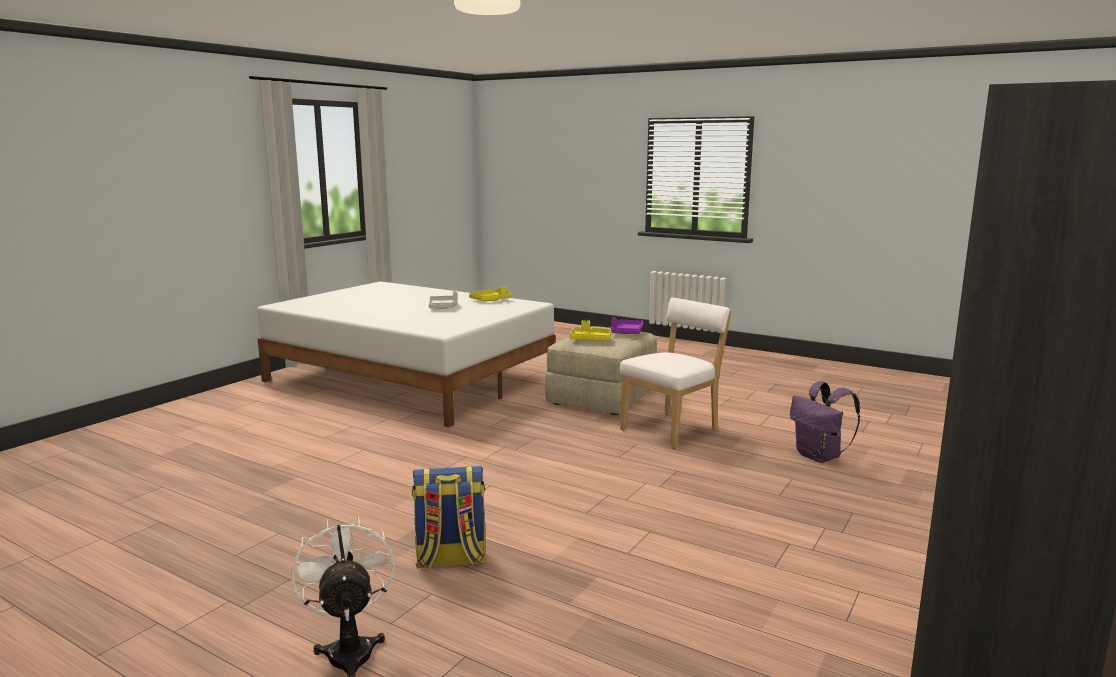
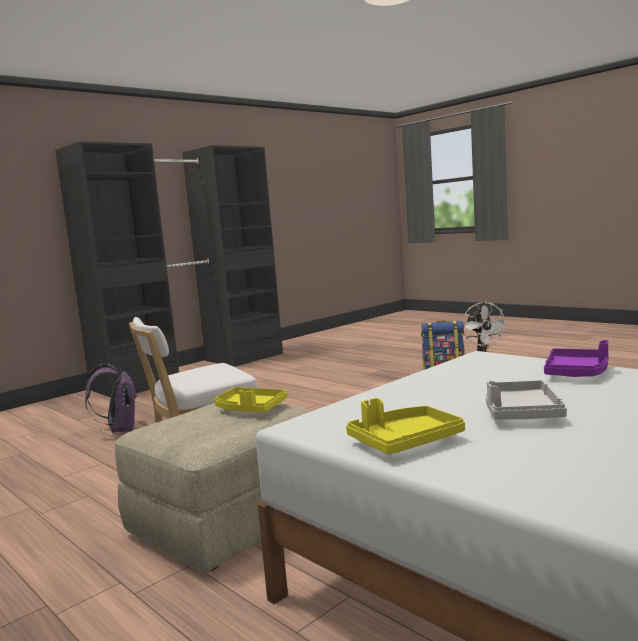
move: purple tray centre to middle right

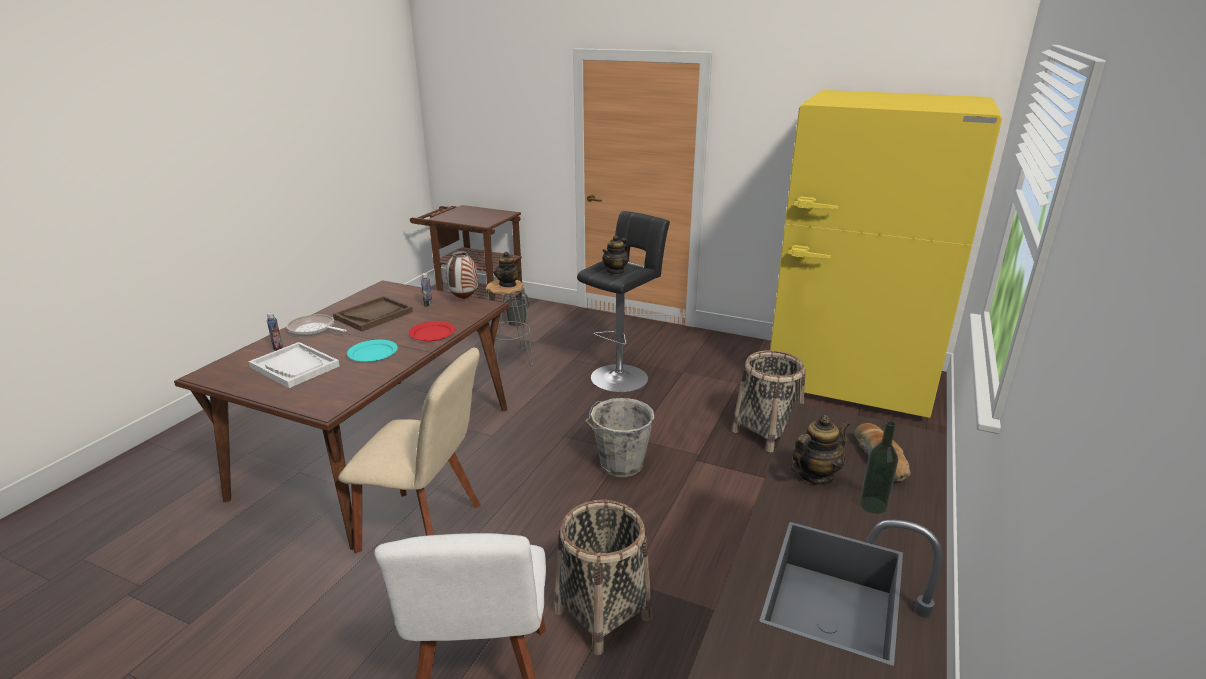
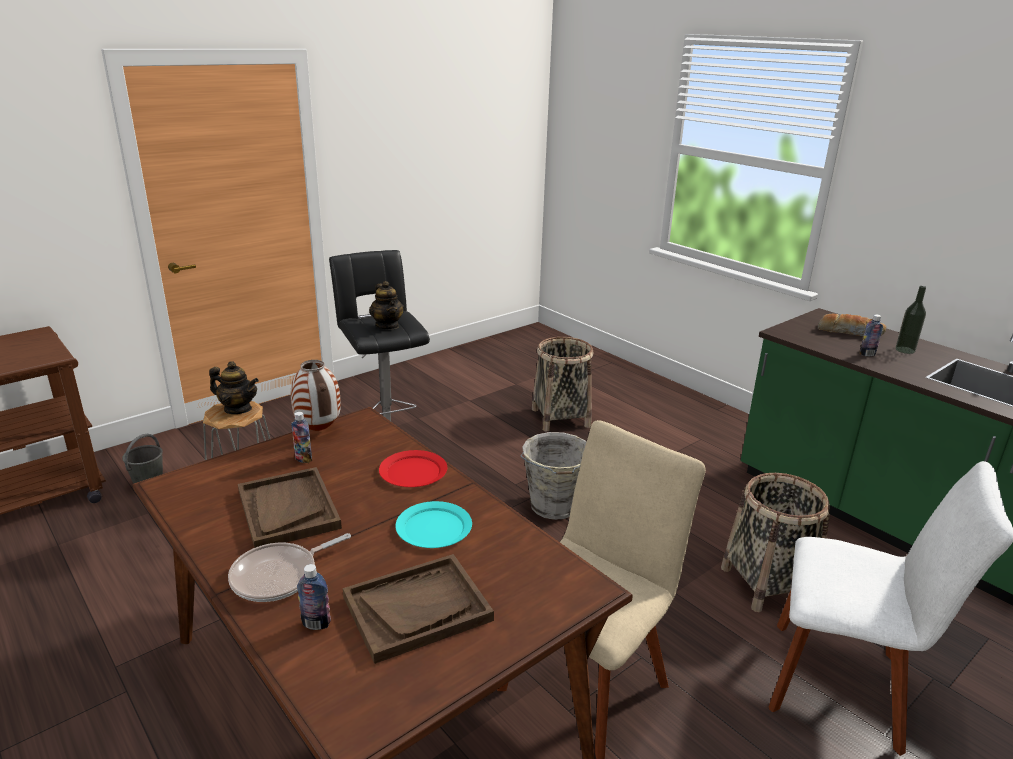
delete: yellow fridge middle right
replace: teapot (3rd from left) middle right to bottle (3rd from left) middle right
recolor: white tray middle left to brown tray (2nd from left) bottom centre

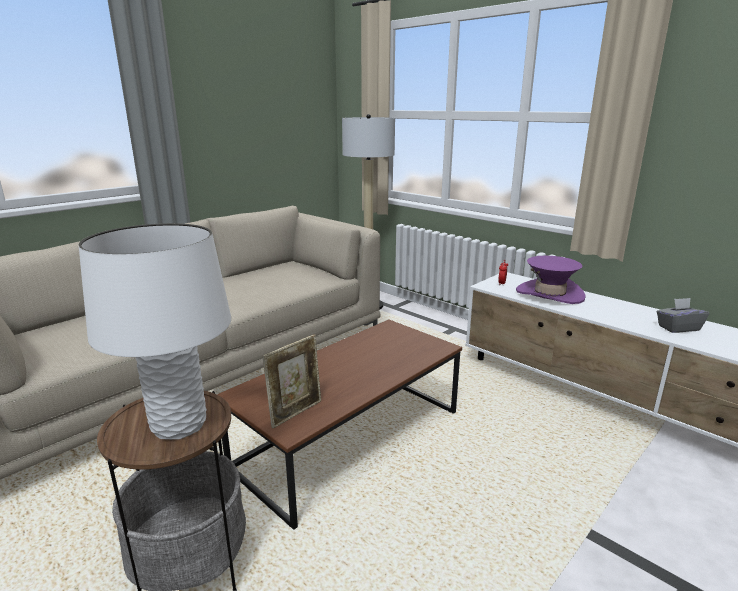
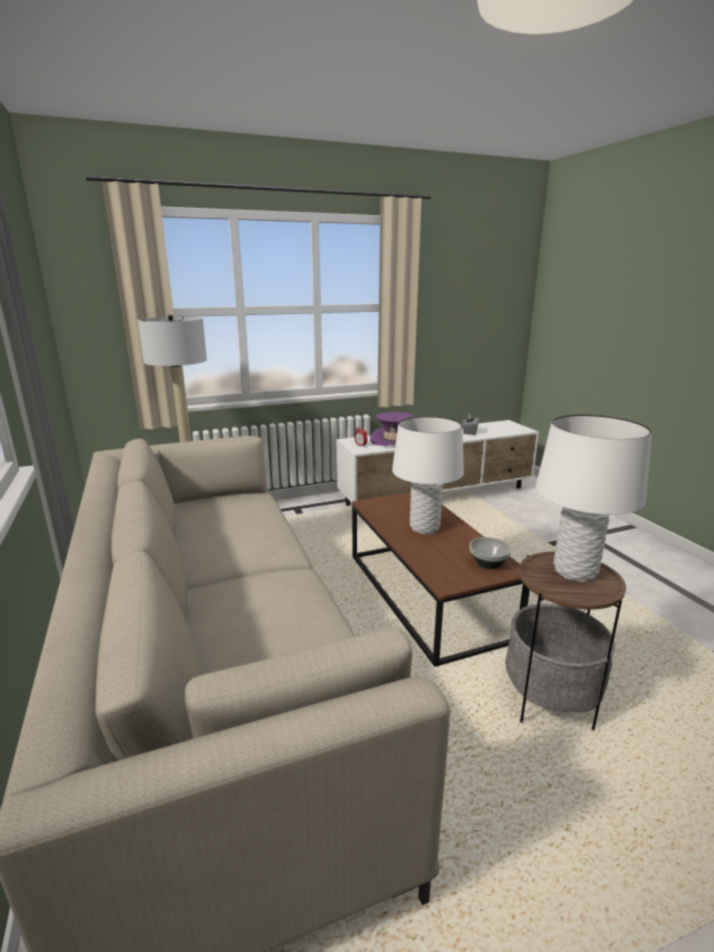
insert: white table lamp (1st from left) centre
replace: picture frame centre to bowl middle right

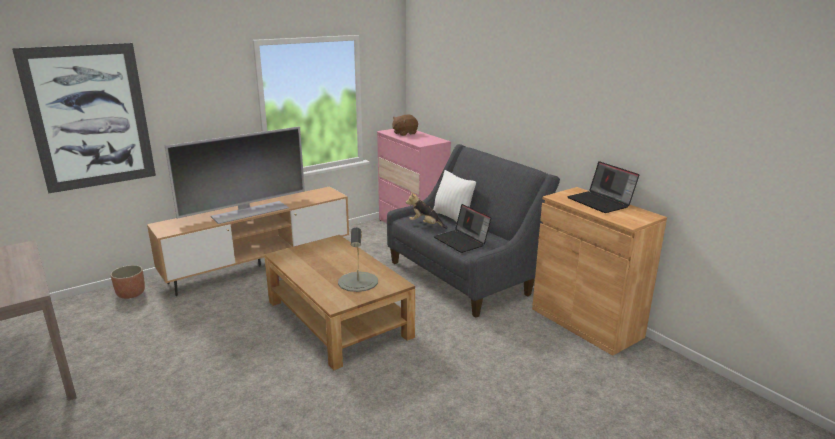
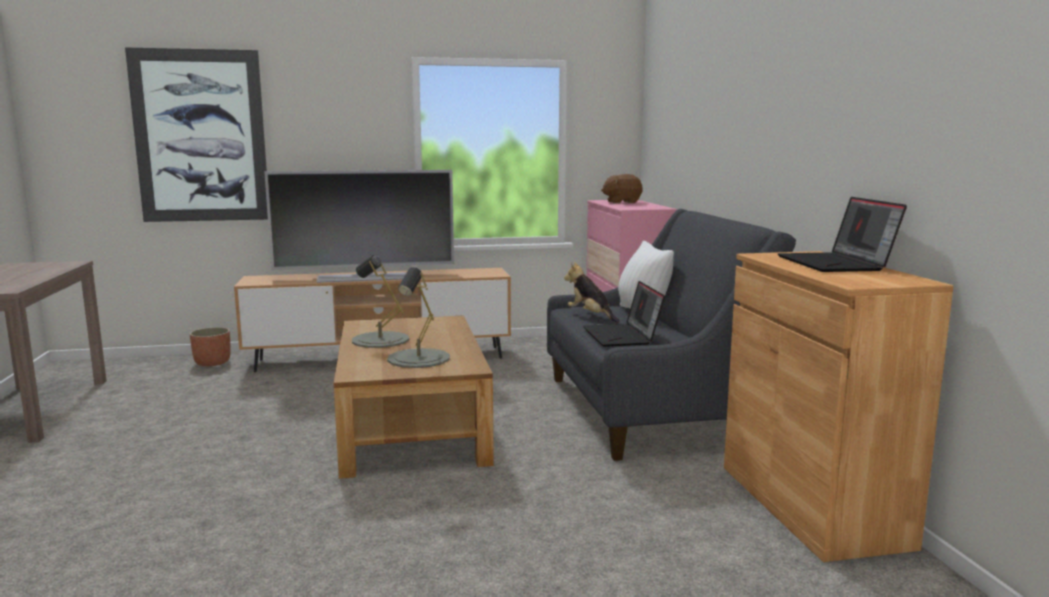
insert: grey table lamp (1st from left) centre

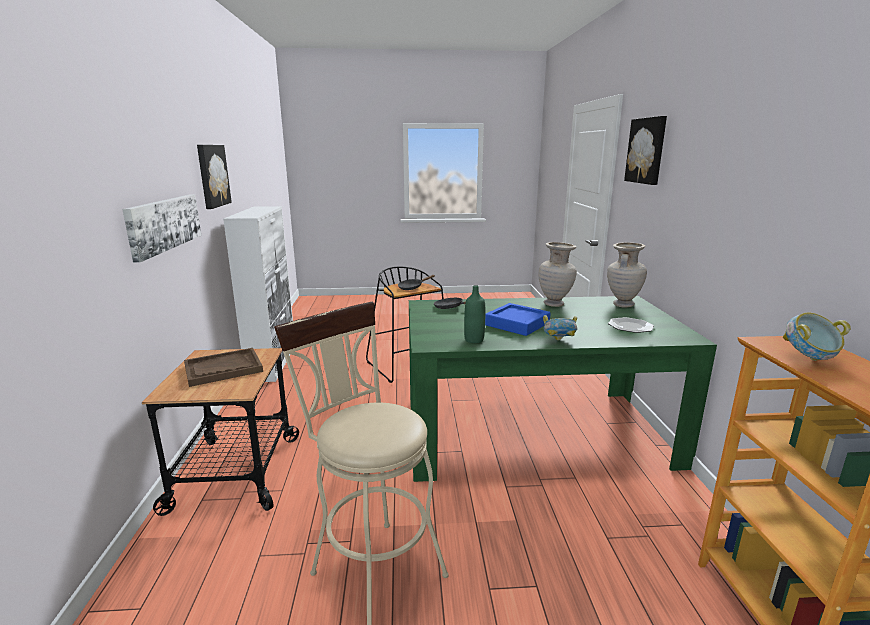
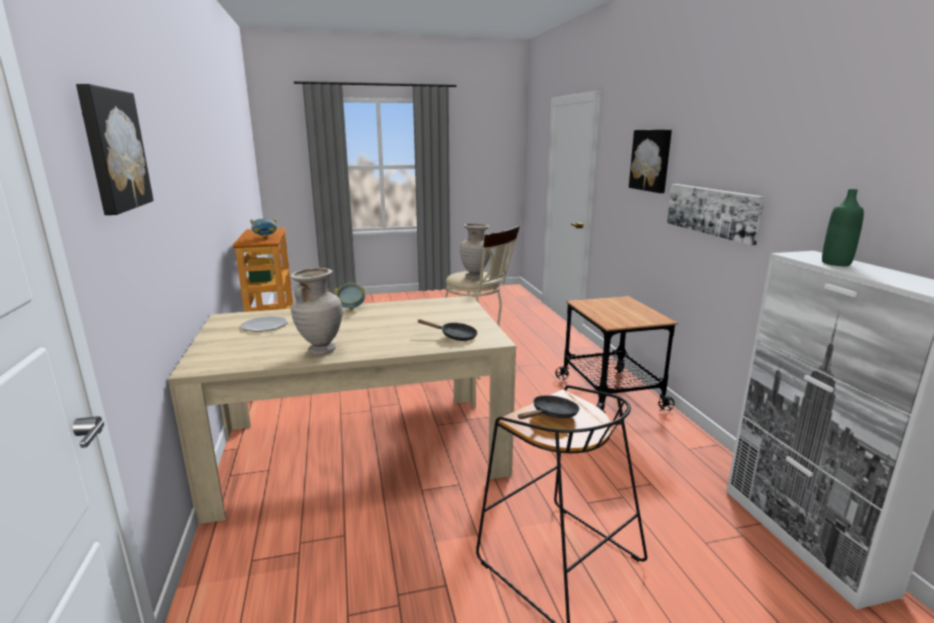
delete: brown tray middle left; blue tray centre
move: picture (2nd from left) top left to top right; green bottle centre to middle right; beige vase (2nd from left) middle right to centre
recolor: green dining table centre to beige dining table centre

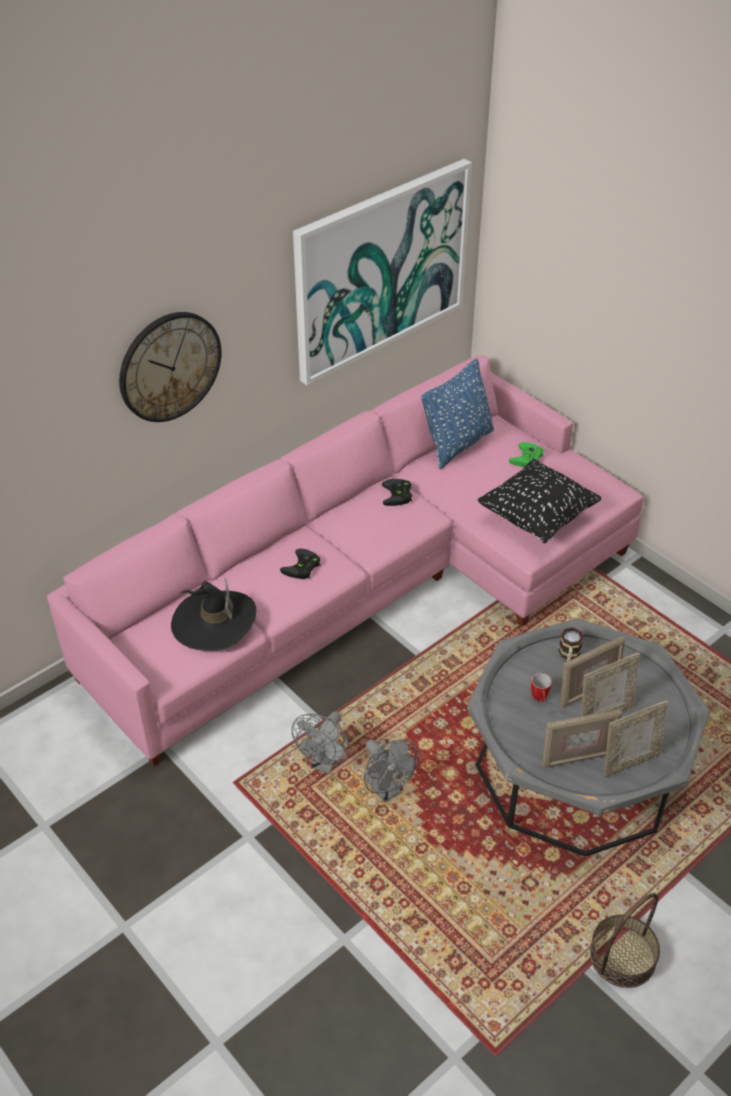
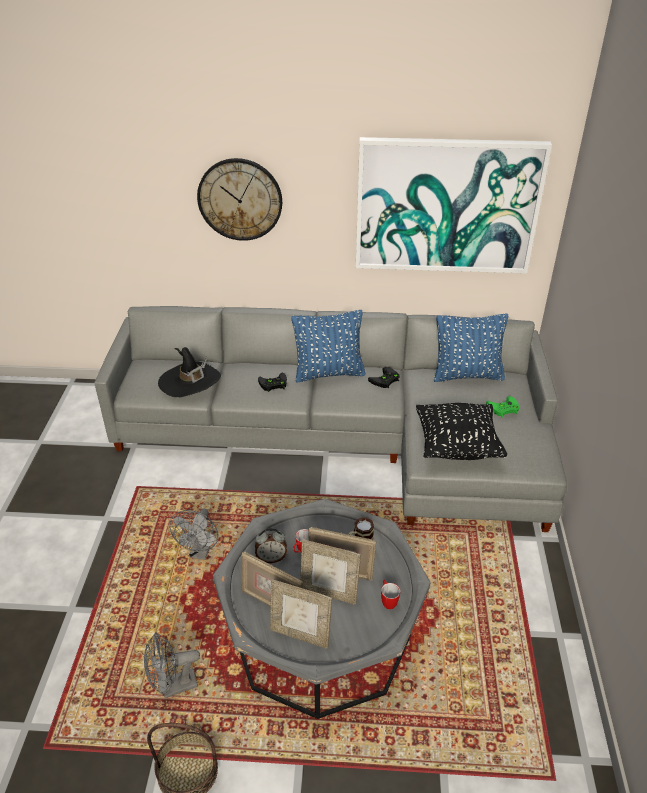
insert: alarm clock bottom centre; blue pillow (1st from left) centre; mug (3rd from left) bottom centre
move: grey fan (1st from left) bottom centre to bottom left
recolor: pink sofa centre to grey sofa centre

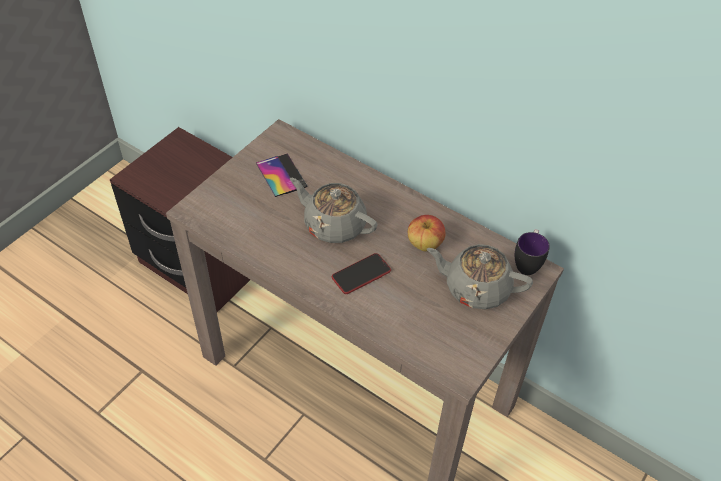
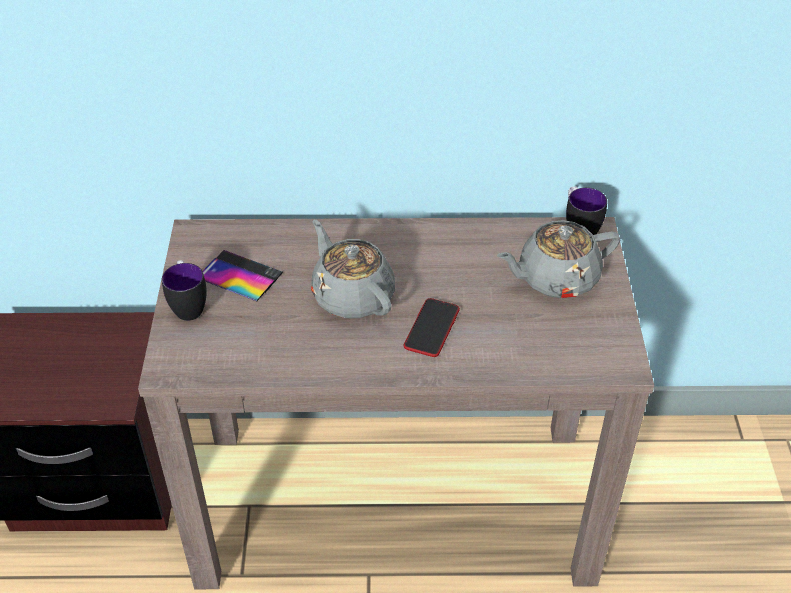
delete: apple centre
insert: mug (1st from left) middle left
rotate: grey teapot (1st from left) centre = centre 60 degrees clockwise

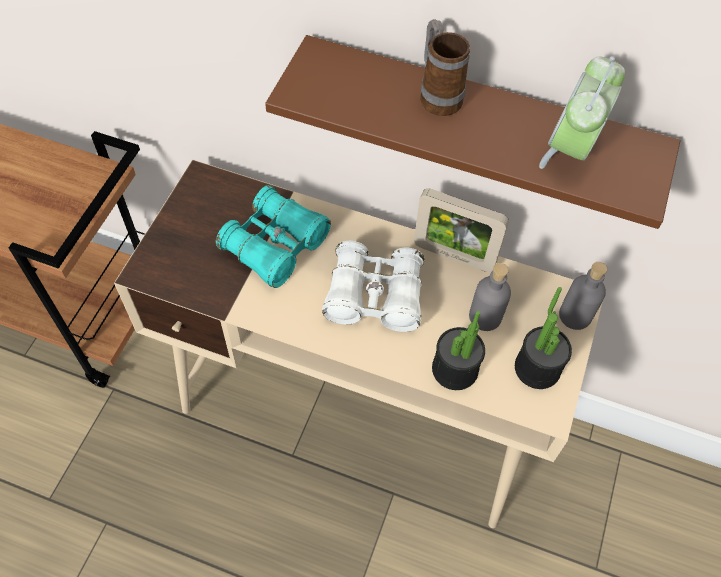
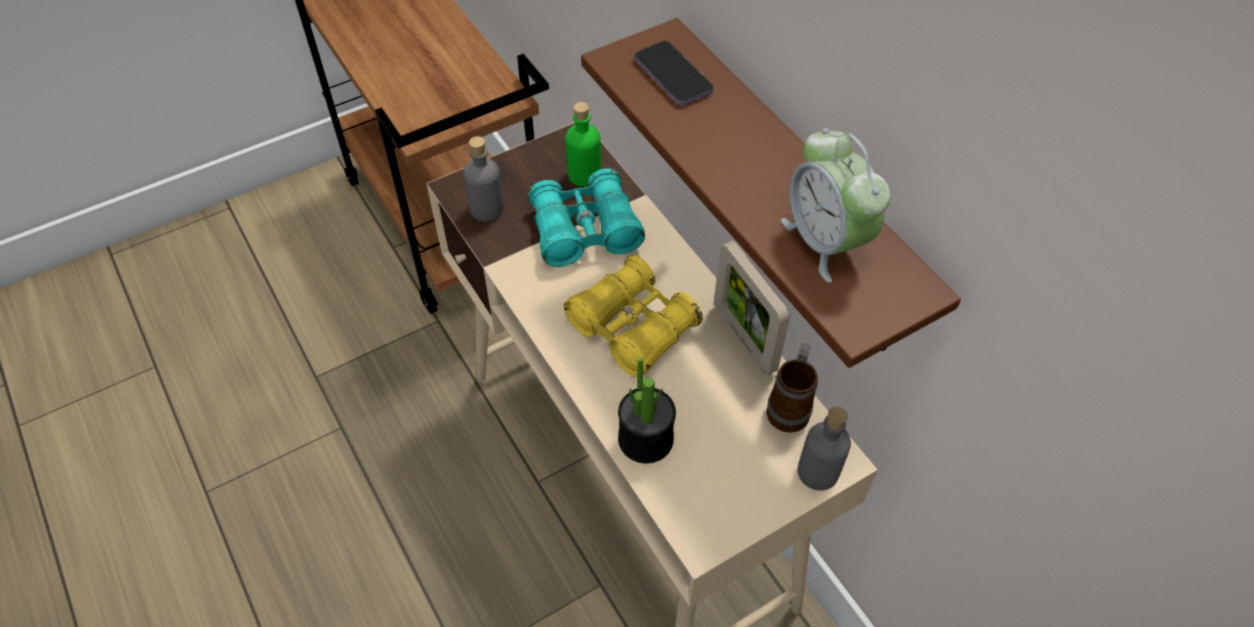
delete: potted plant (2nd from left) middle right
insert: green bottle top centre; phone top centre
move: mug top centre to centre; grey bottle (1st from left) middle right to top centre
recolor: white binoculars centre to yellow binoculars centre
rotate: alarm clock top right = top right 90 degrees counterclockwise

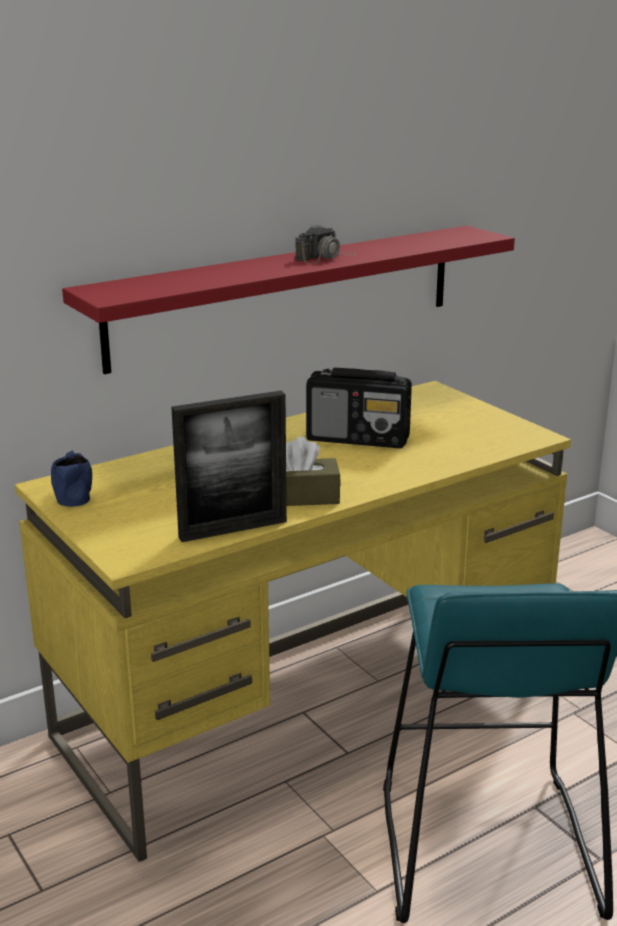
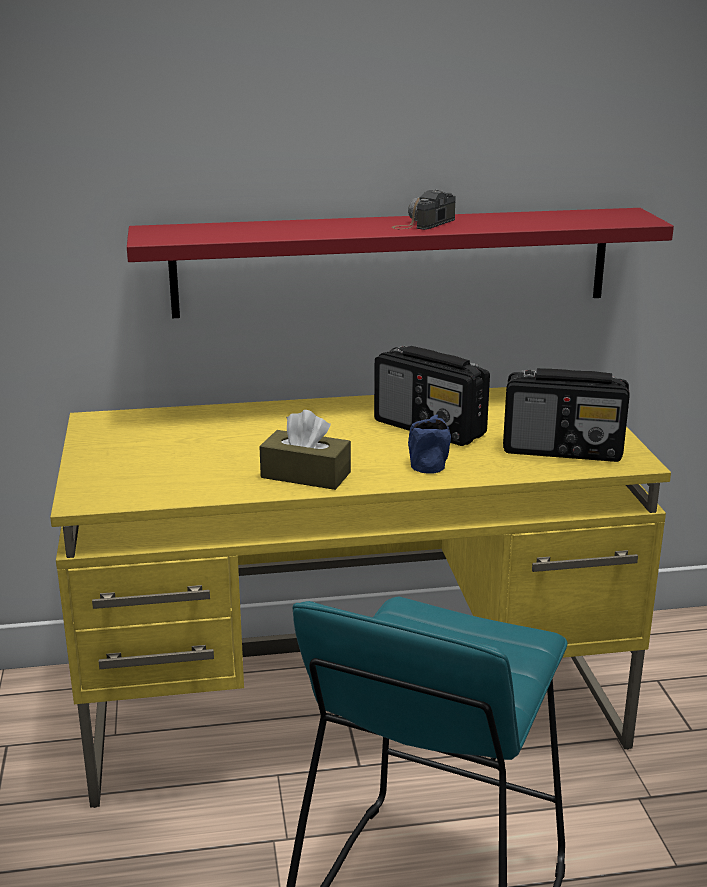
delete: picture frame centre
insert: radio (2nd from left) middle right
move: blue mug middle left to centre
rotate: photo camera top centre = top centre 150 degrees clockwise

